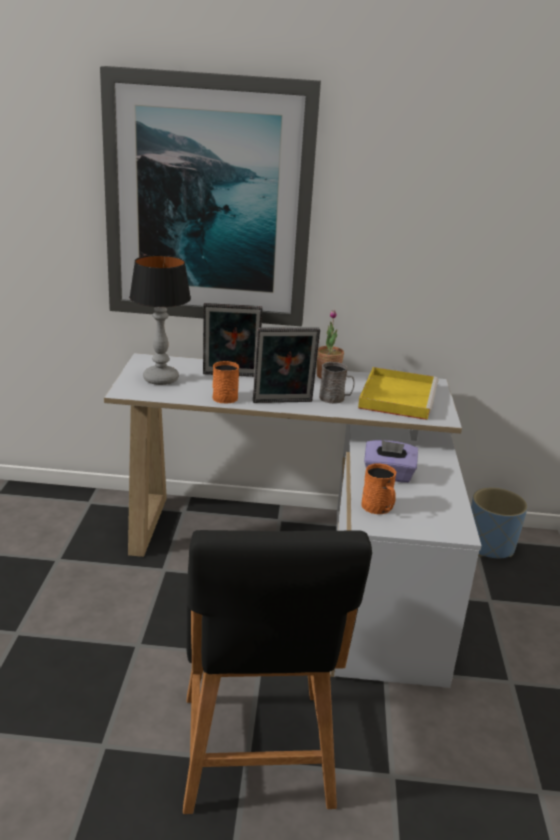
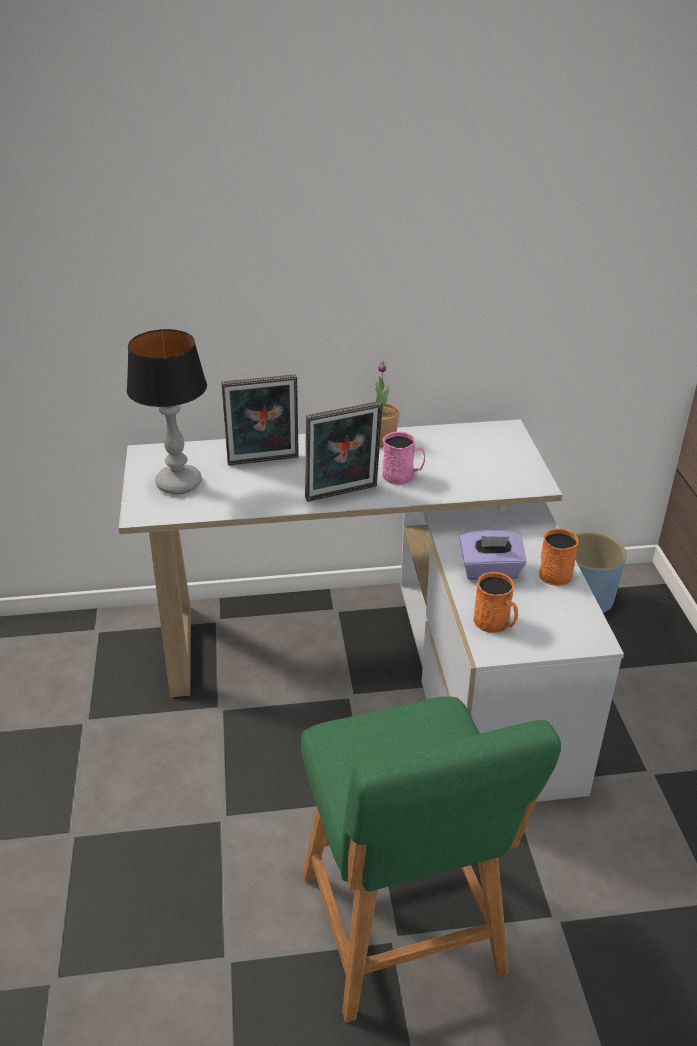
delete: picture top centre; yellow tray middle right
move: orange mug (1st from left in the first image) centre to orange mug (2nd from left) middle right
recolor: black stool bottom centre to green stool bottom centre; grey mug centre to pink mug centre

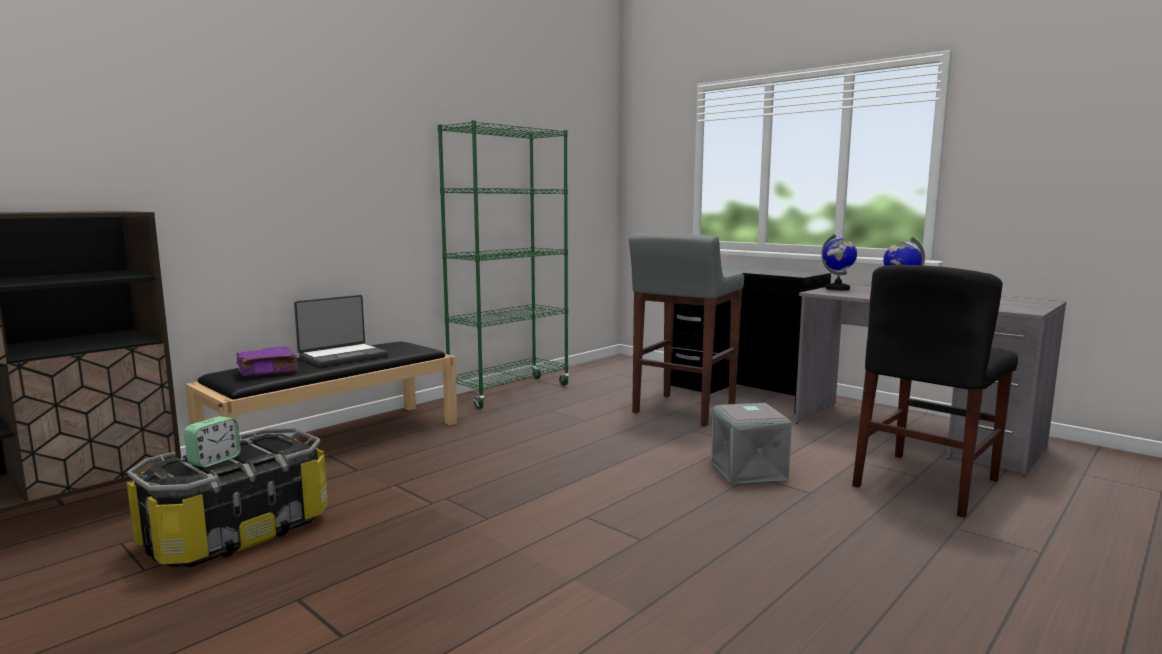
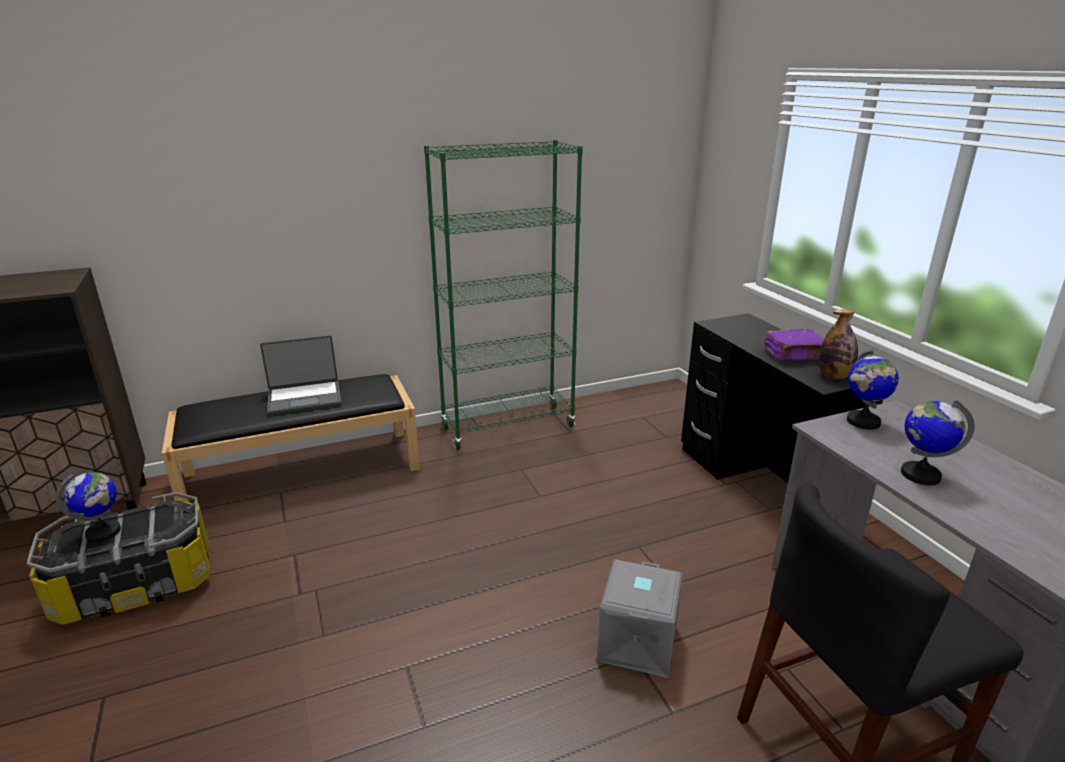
delete: grey stool centre
insert: bottle middle right
move: purple book middle left to middle right
replace: alarm clock bottom left to globe (1st from left) middle left

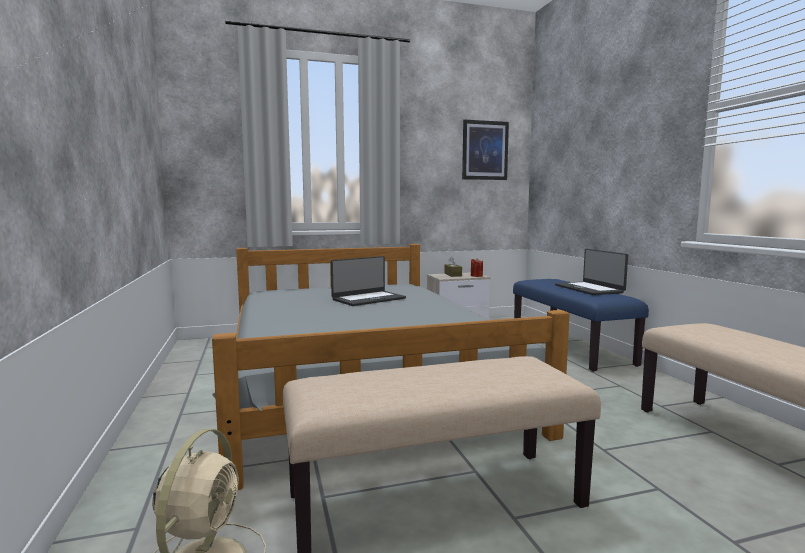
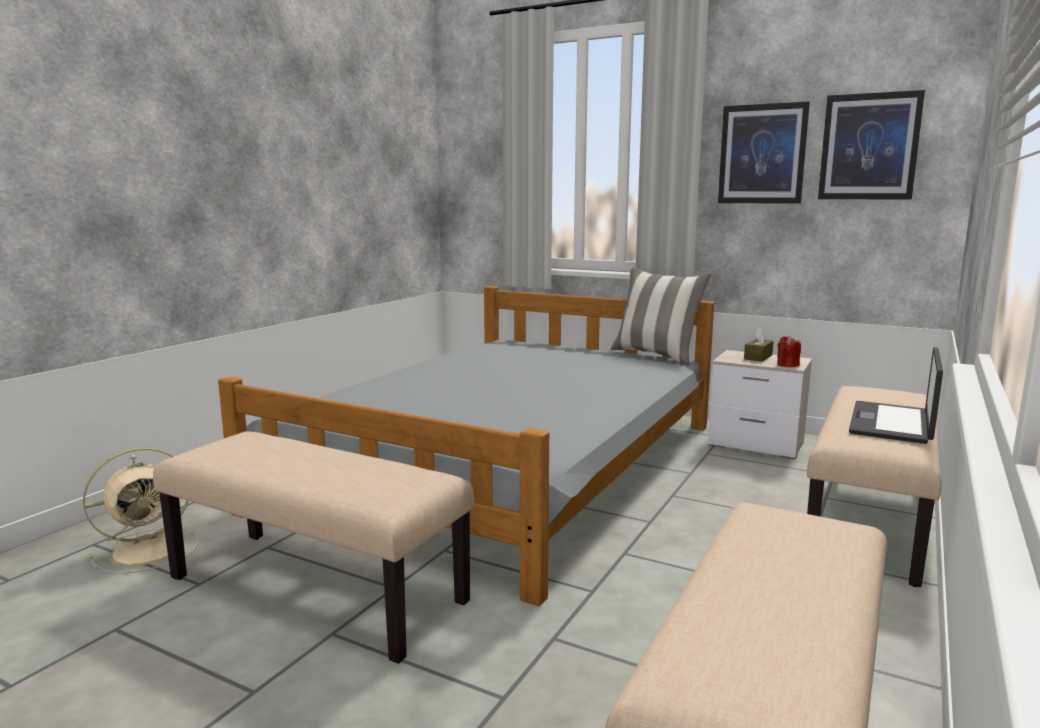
delete: laptop (1st from left) centre
insert: pillow centre; picture (1st from left) top right
recolor: blue bench middle right to beige bench (3rd from left) bottom right

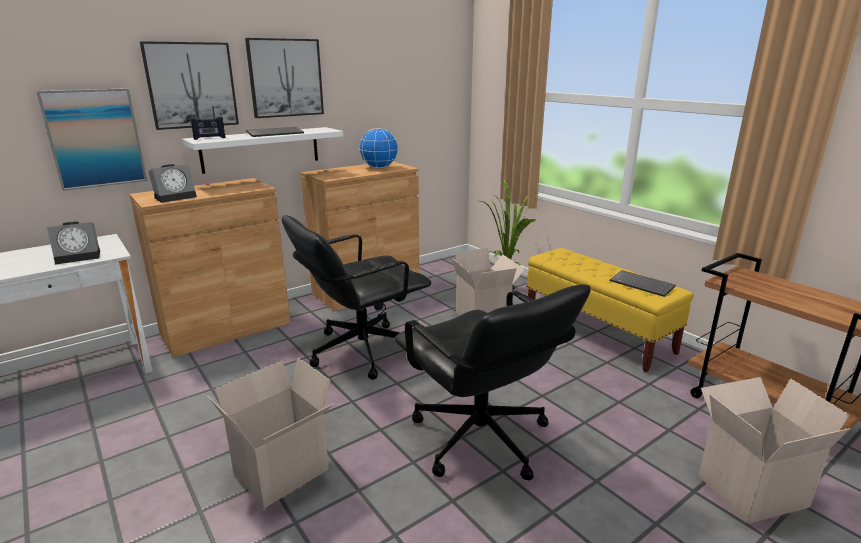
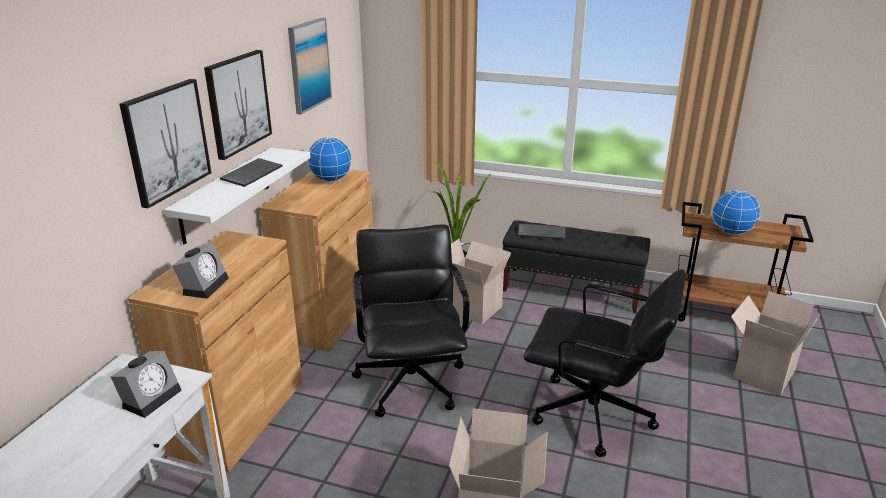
delete: radio top left
insert: globe (2nd from left) middle right
move: picture (1st from left in the first image) top left to picture (3rd from left) top centre; keyboard (2nd from left) middle right to centre
recolor: yellow bench middle right to black bench centre
rotate: black office chair (1st from left) centre = centre 150 degrees clockwise

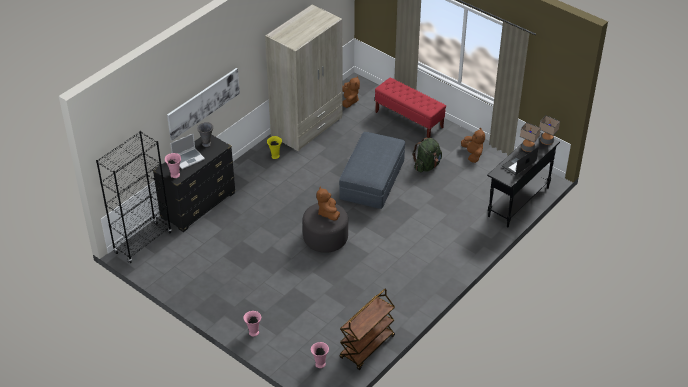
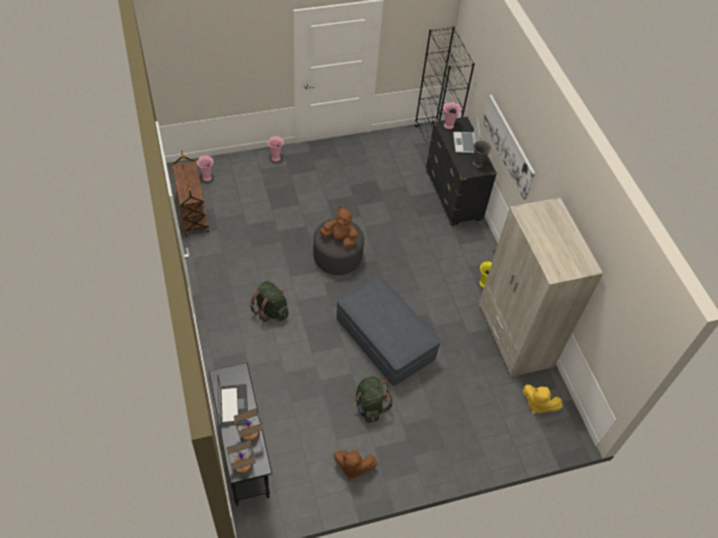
delete: red bench top centre
insert: green backpack (1st from left) centre
recolor: brown plush toy (2nd from left) top centre to yellow plush toy bottom right

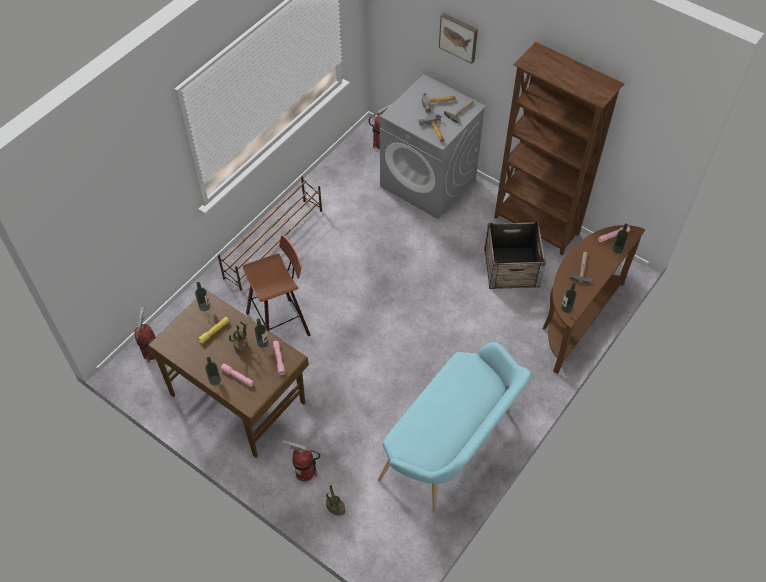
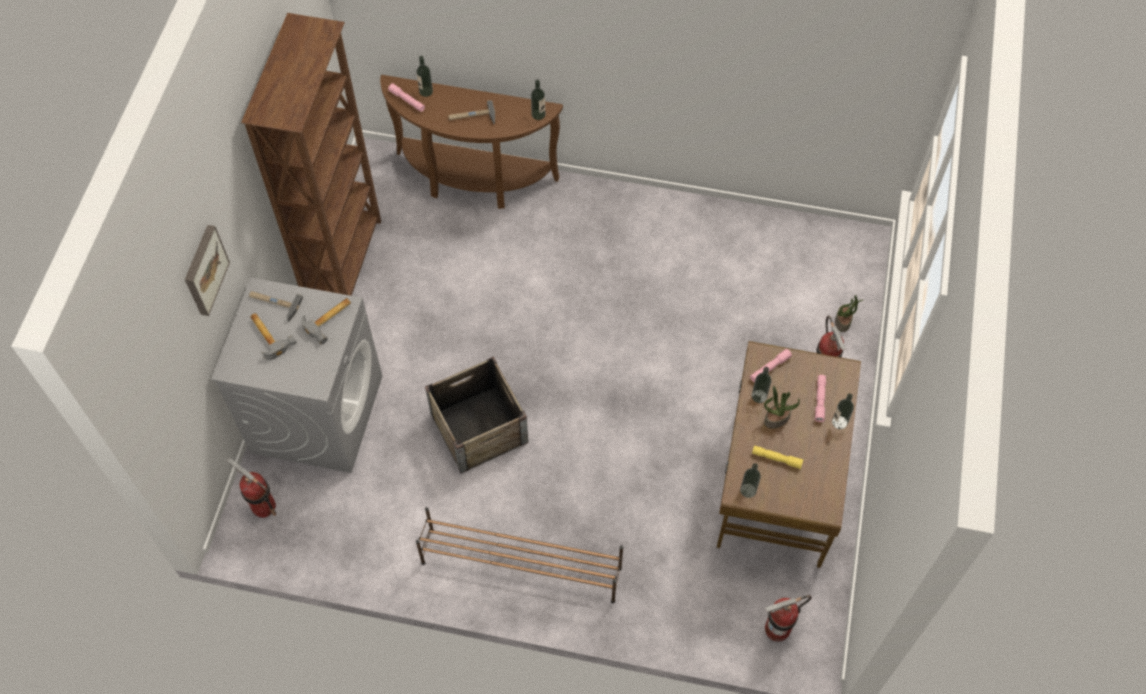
delete: stool centre; turquoise bench bottom centre
move: crate middle right to centre

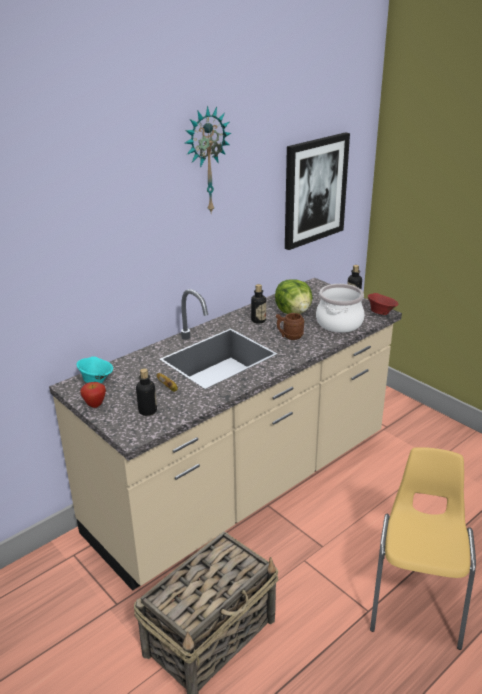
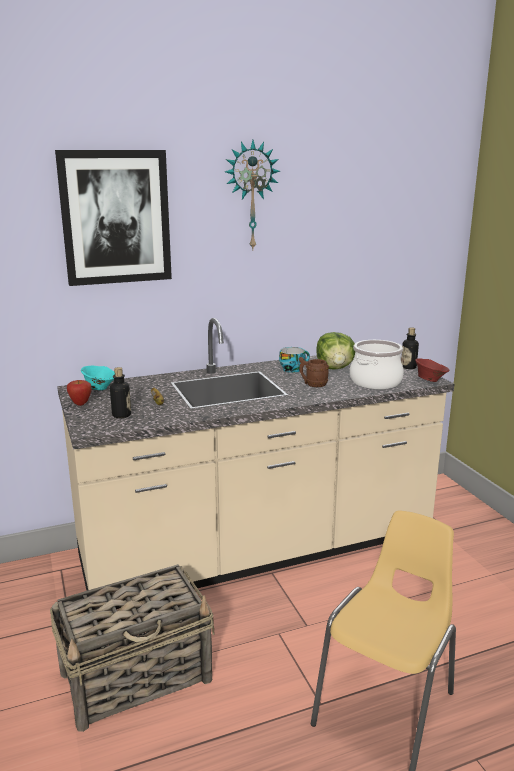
move: picture top centre to top left
replace: bottle (2nd from left) centre to cup centre

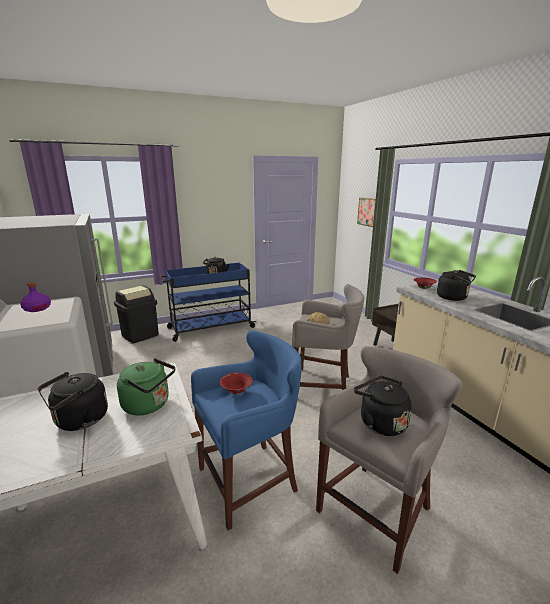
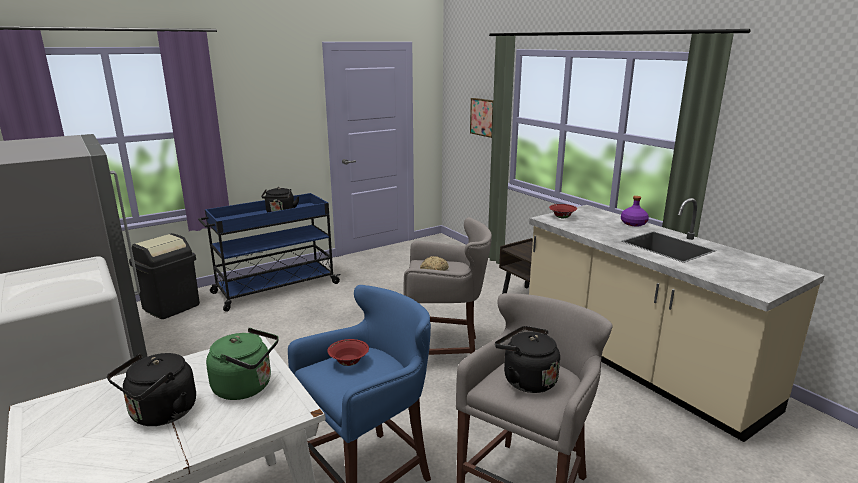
delete: black kettle (4th from left) middle right
move: purple bottle middle left to middle right

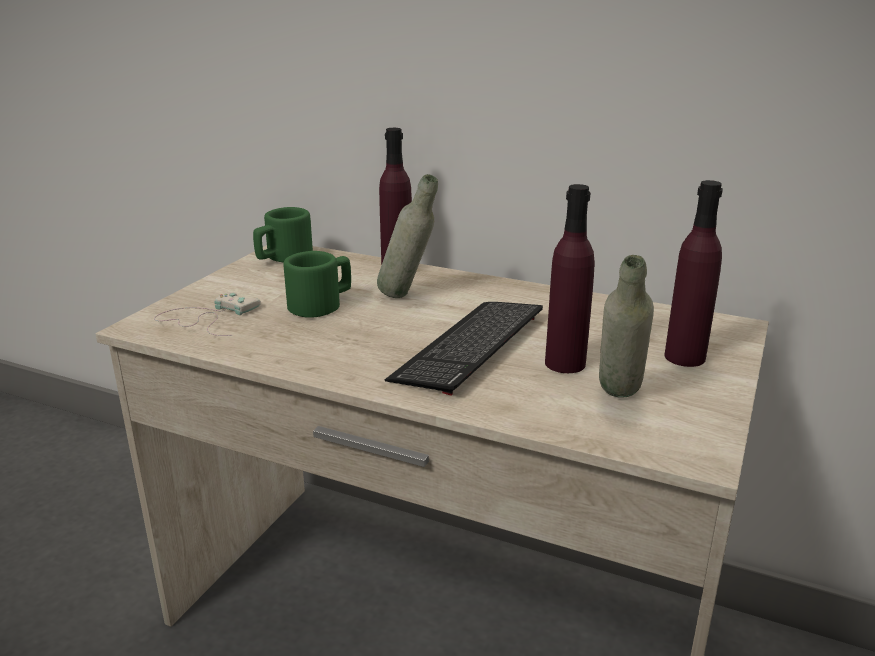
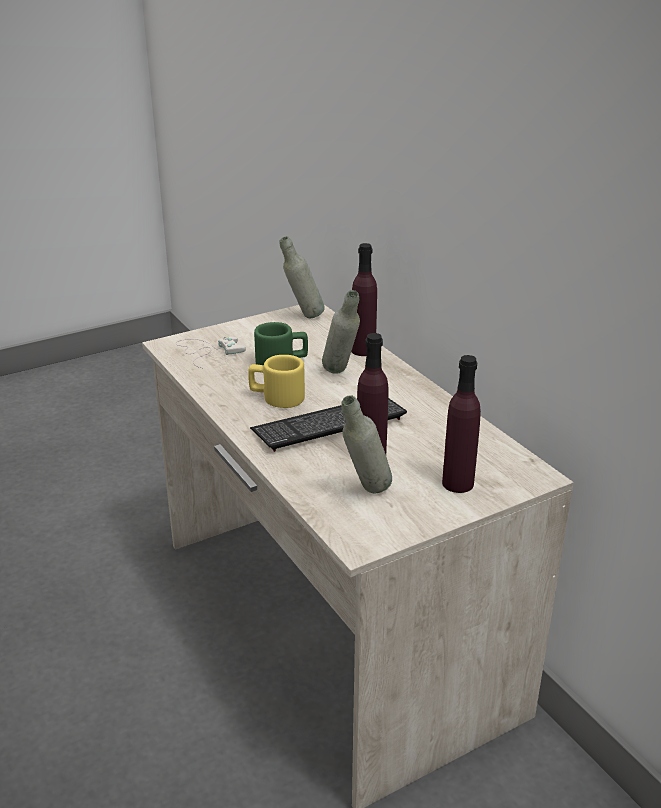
insert: yellow mug centre
replace: green mug (1st from left) middle left to grey bottle (1st from left) centre

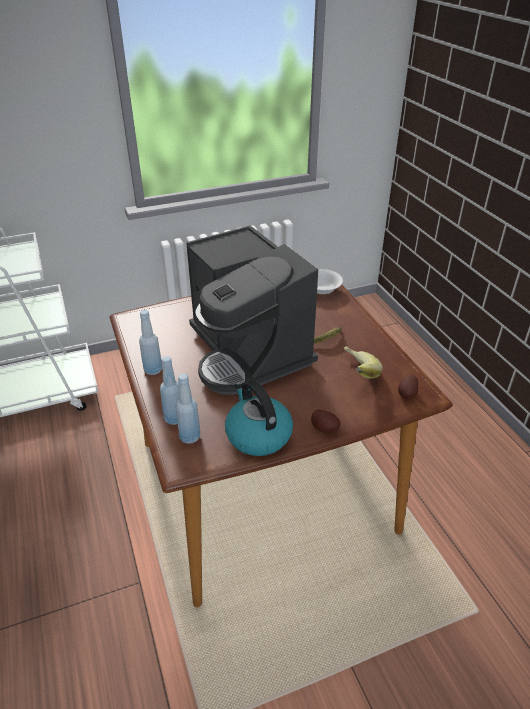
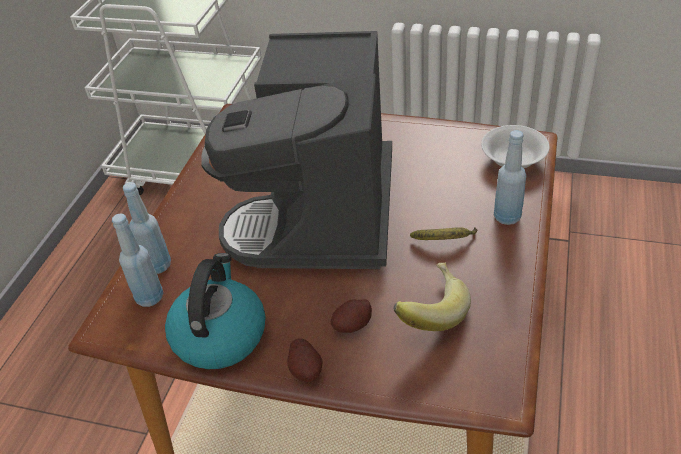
move: blue bottle (1st from left in the first image) middle left to blue bottle (3rd from left) middle right; potato (2nd from left) middle right to bottom centre

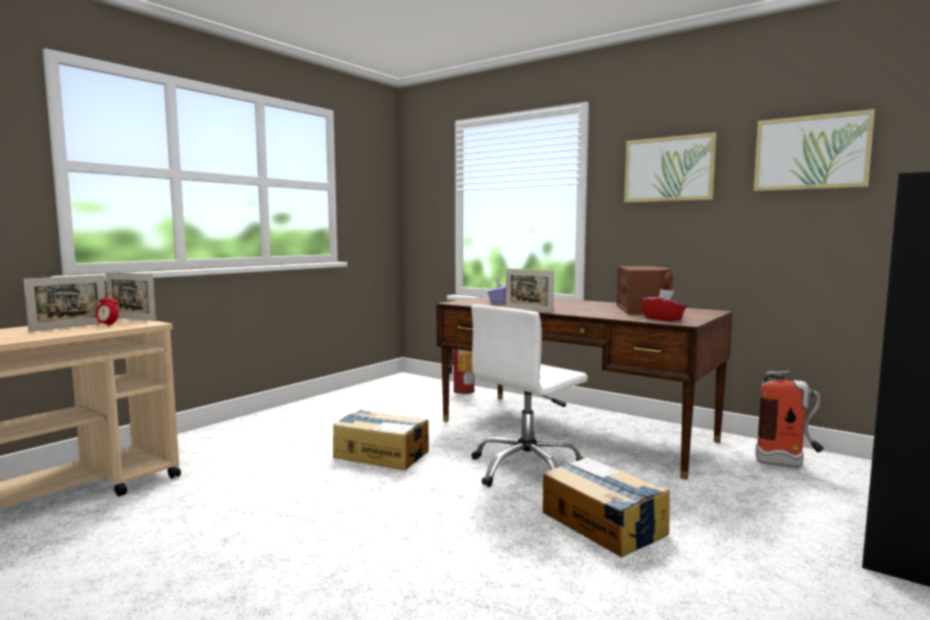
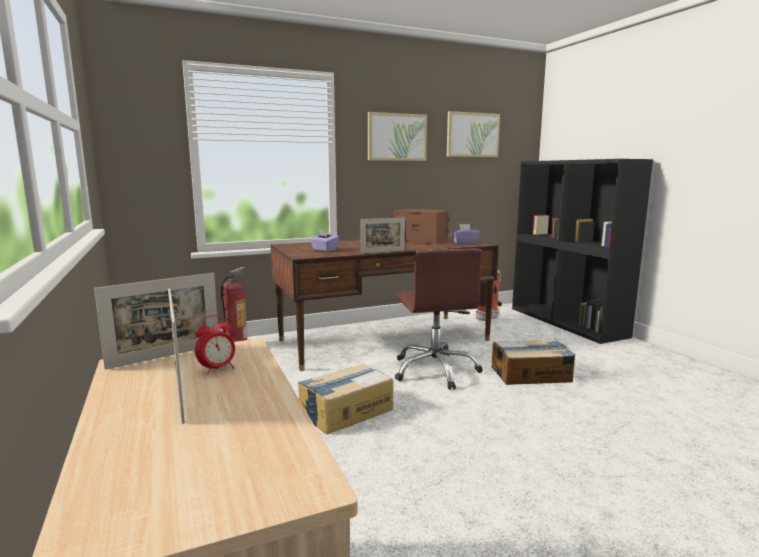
recolor: white office chair centre to brown office chair centre; red tissue box middle right to purple tissue box (2nd from left) centre

